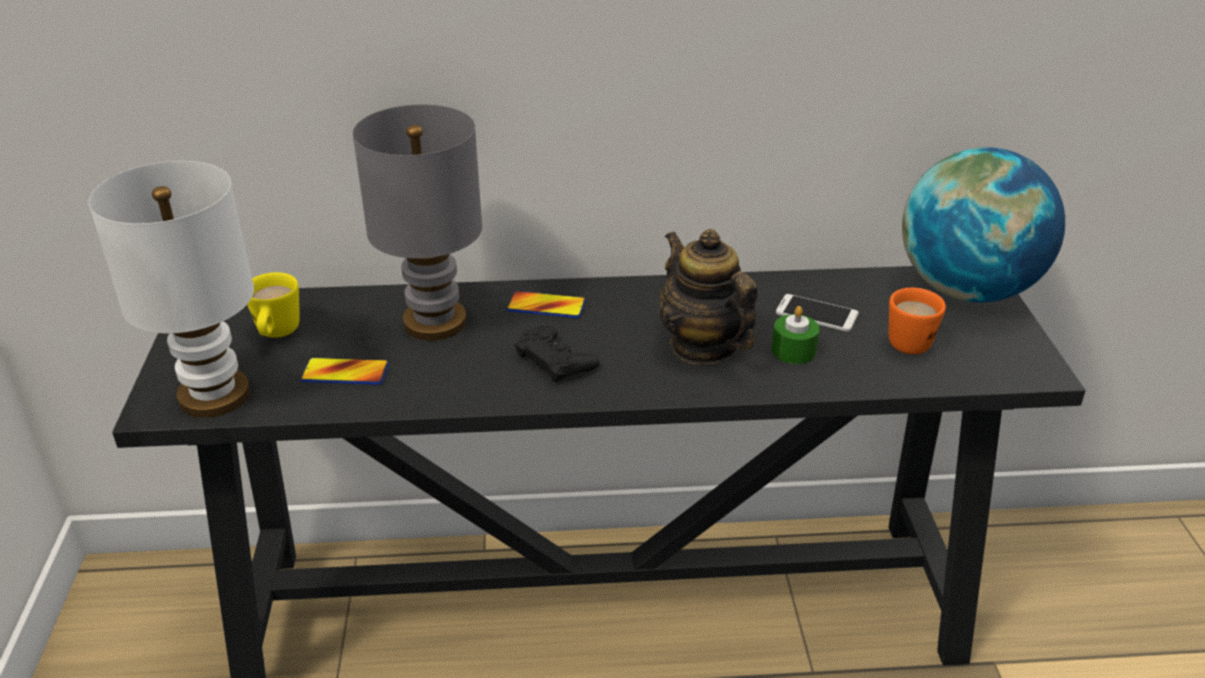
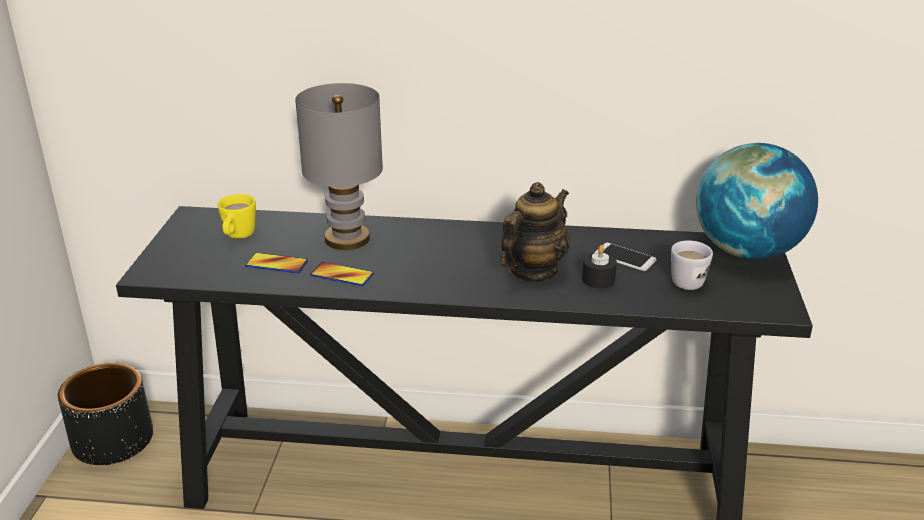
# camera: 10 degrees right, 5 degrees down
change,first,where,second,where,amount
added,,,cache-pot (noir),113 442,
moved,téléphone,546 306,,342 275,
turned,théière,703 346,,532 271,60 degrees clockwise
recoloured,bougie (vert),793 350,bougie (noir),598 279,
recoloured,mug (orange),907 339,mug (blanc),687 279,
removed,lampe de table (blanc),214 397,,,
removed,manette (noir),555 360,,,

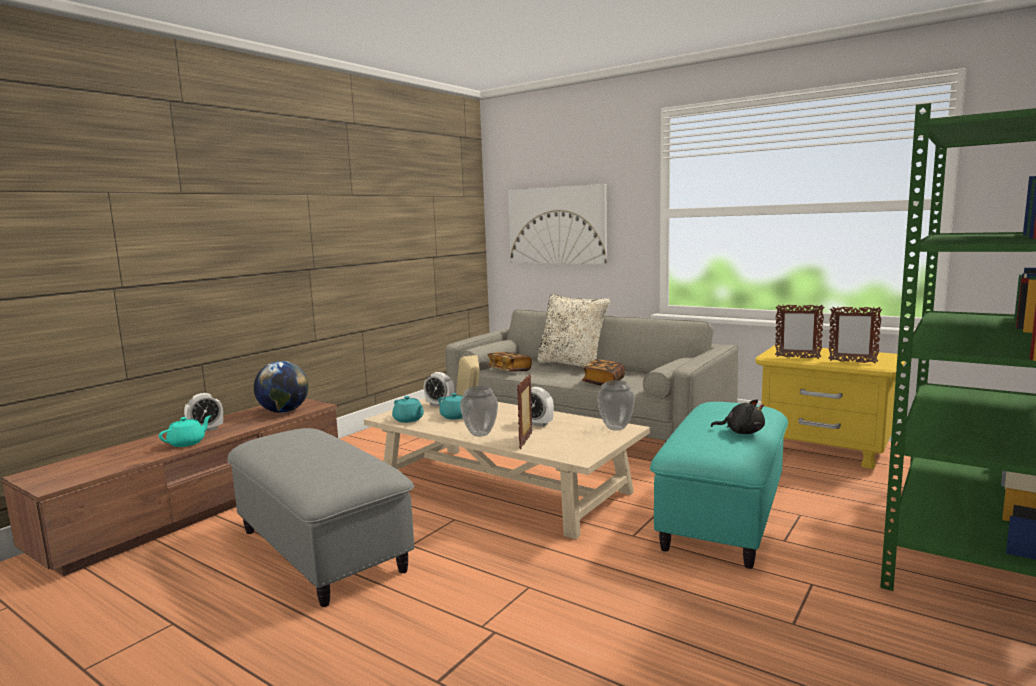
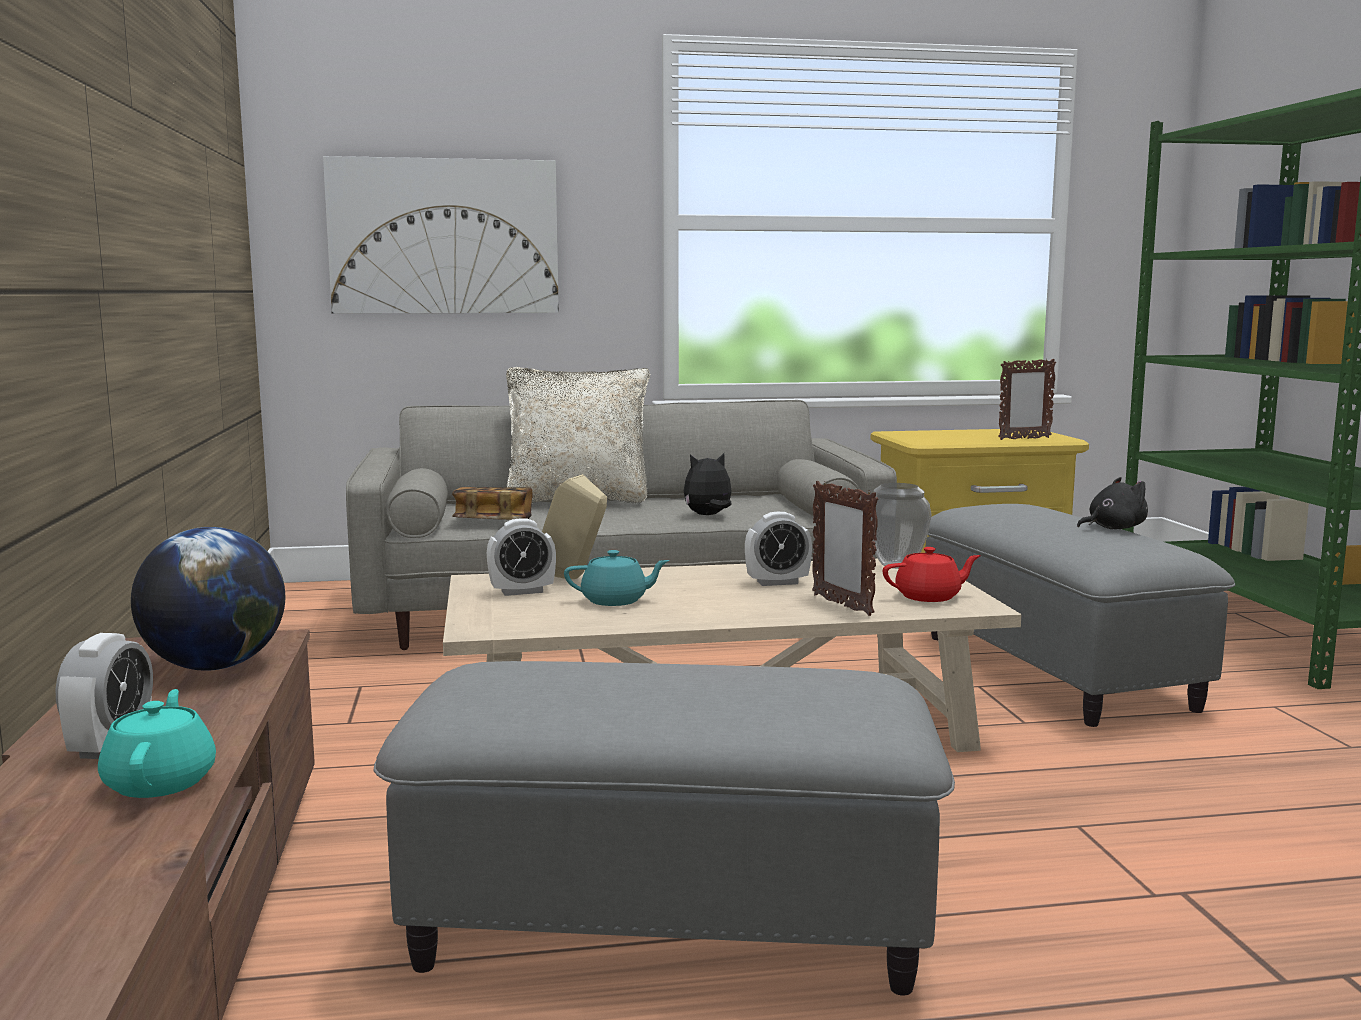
# camera: 45 degrees left, 0 degrees up
change,first,where,second,where,amount
replaced,livre,603 382,peluche,708 515,
added,,,théière (rouge),929 597,
recoloured,pouf (turquoise),721 517,pouf (gris),1051 671,
removed,théière (turquoise),408 420,,,
removed,vase,481 434,,,
removed,cadre photo,797 357,,,

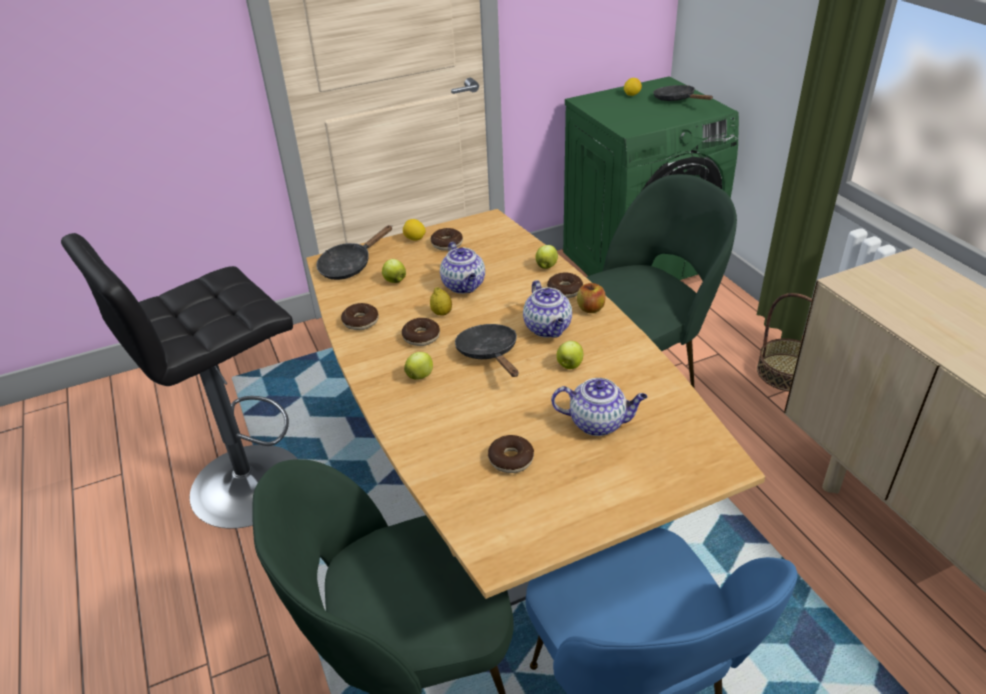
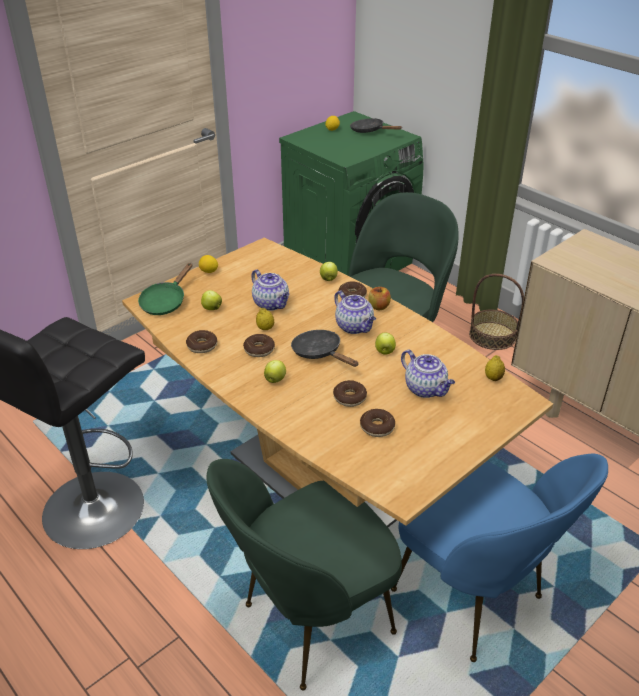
# camera: 20 degrees left, 0 degrees up
change,first,where,second,where,amount
recoloured,poêle (noir),349 266,poêle (vert),165 302,
moved,beignet,447 244,,349 397,
turned,théière,598 423,,426 389,60 degrees clockwise
added,,,citron,493 378,

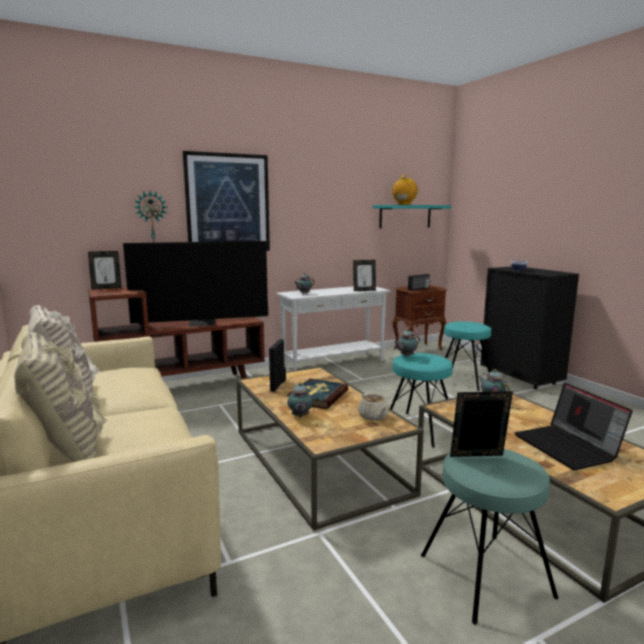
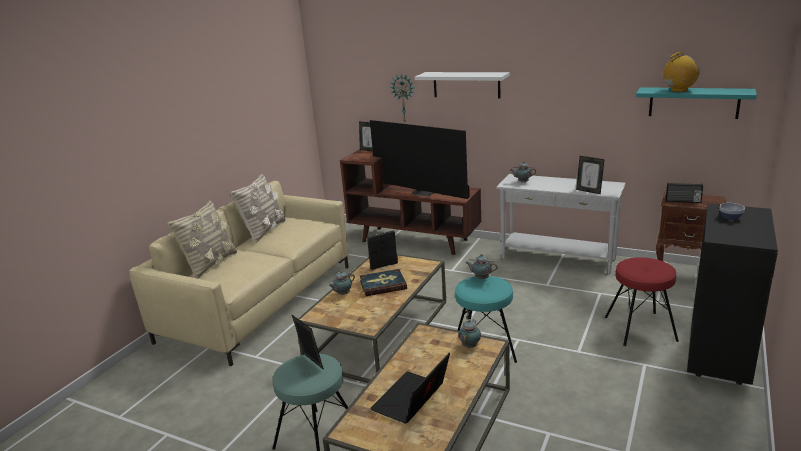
# camera: 55 degrees right, 10 degrees up
change,first,where,second,where,amount
replaced,tableau,228 203,étagère (blanc),466 84,
recoloured,tabouret (turquoise),464 380,tabouret (rouge),640 329,
removed,théière (beige),373 416,,,

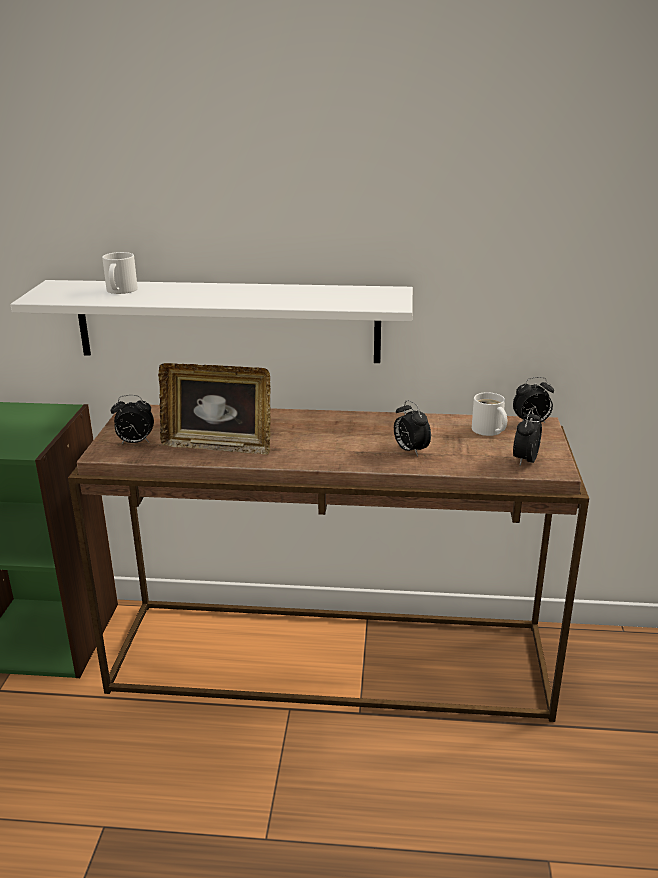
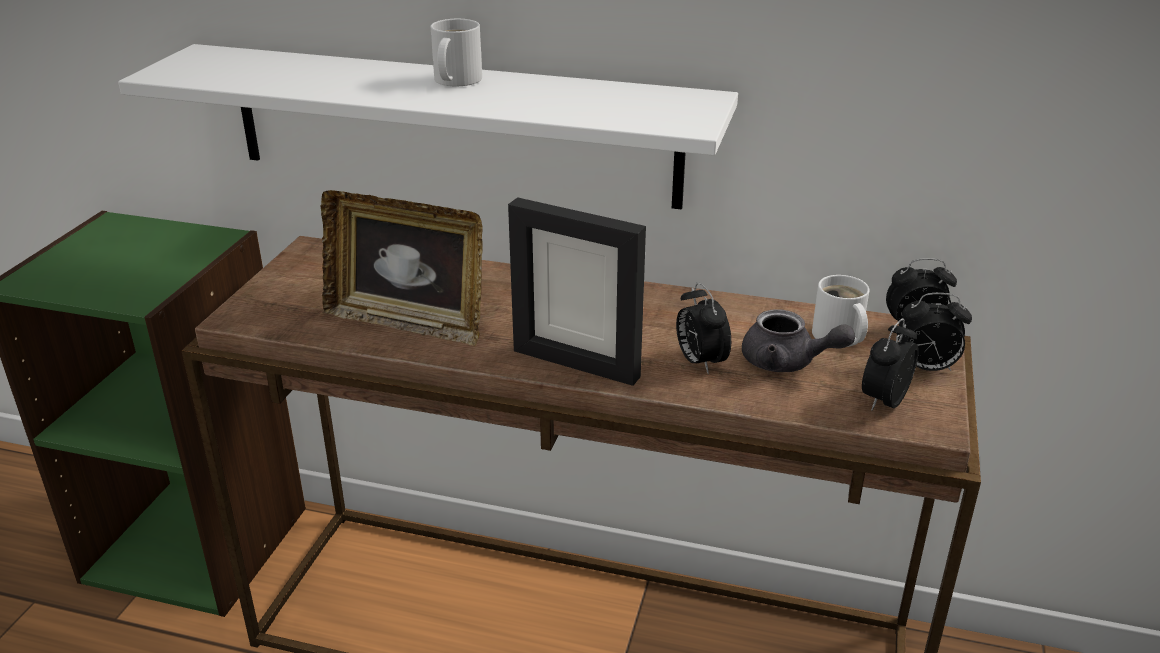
# camera: 10 degrees right, 5 degrees up
change,first,where,second,where,amount
moved,mug (blanc),120 290,,454 80,
added,,,cadre photo,577 362,
added,,,théière (gris),787 363,
moved,réveil,135 442,,925 368,

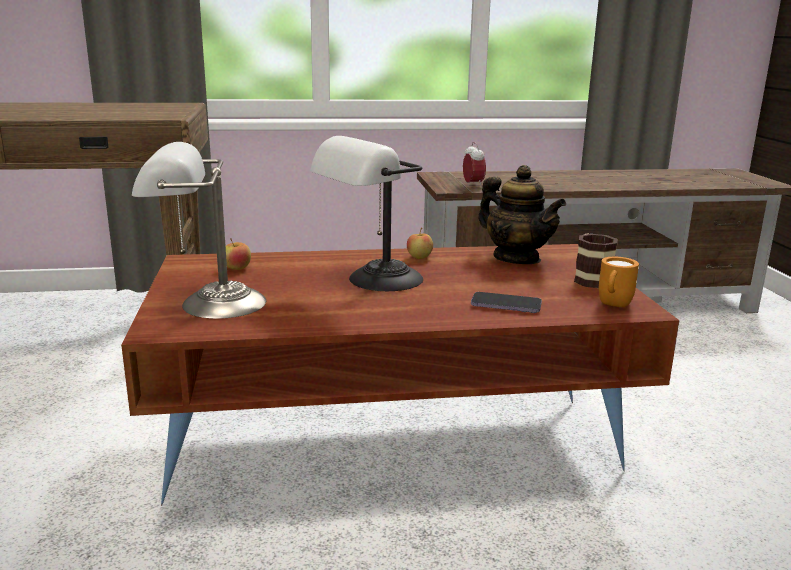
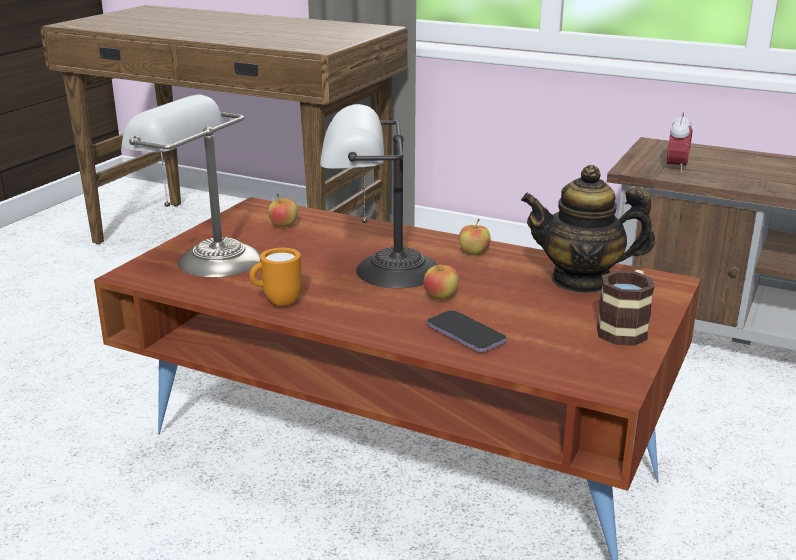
# camera: 35 degrees right, 5 degrees up
change,first,where,second,where,amount
moved,mug (orange),613 306,,277 302,
added,,,pomme,440 297,
turned,théière,516 258,,581 280,105 degrees clockwise

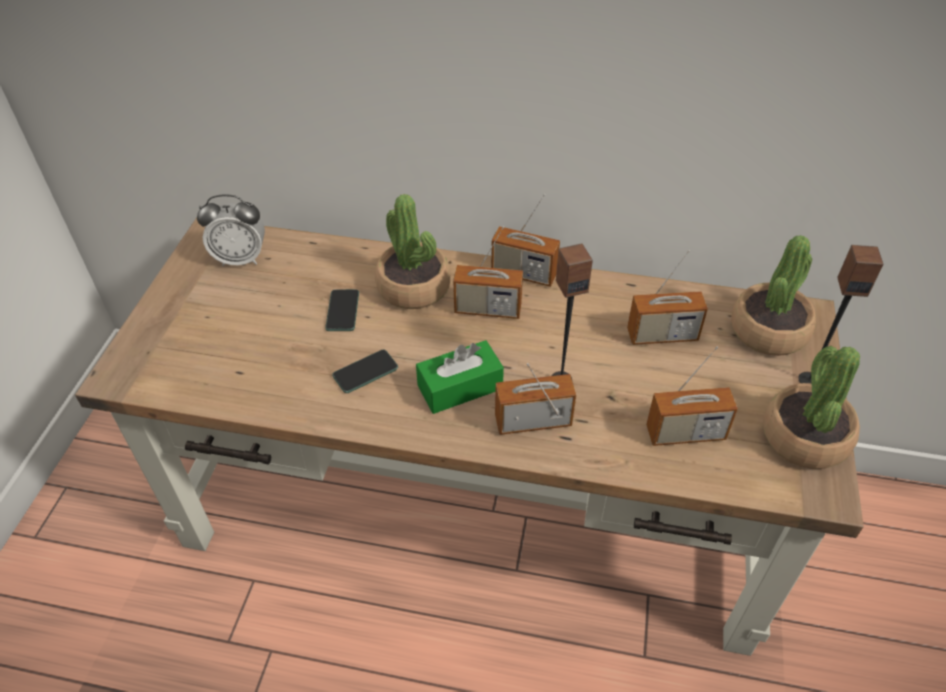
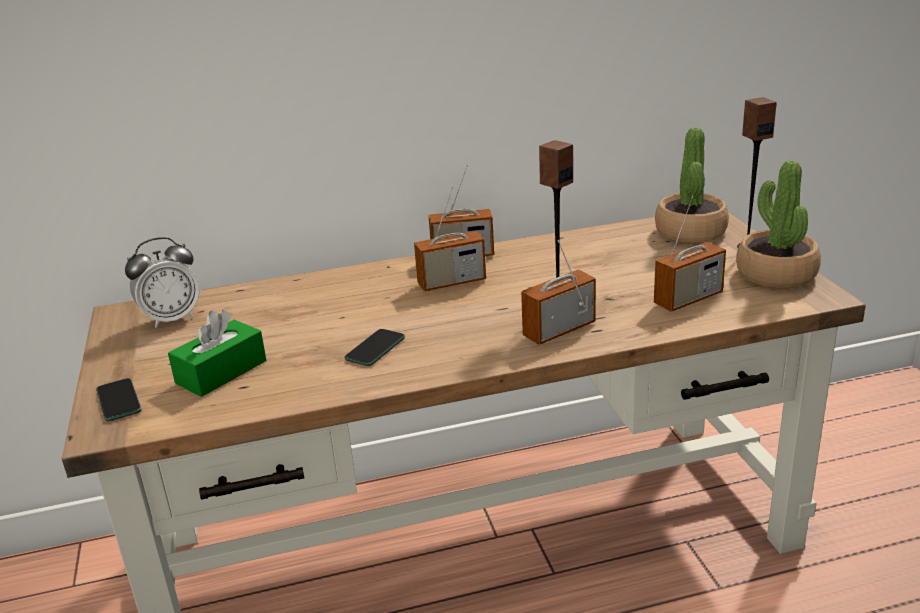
# camera: 25 degrees left, 20 degrees down
change,first,where,second,where,amount
moved,téléphone,342 311,,119 401,
moved,boîte à mouchoirs (vert),460 387,,221 372,
removed,plante en pot,414 287,,,
removed,radio,662 335,,,

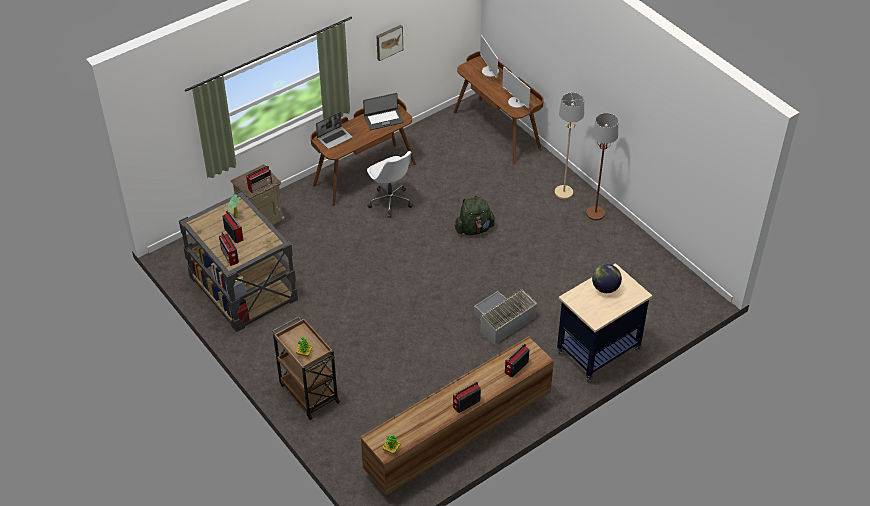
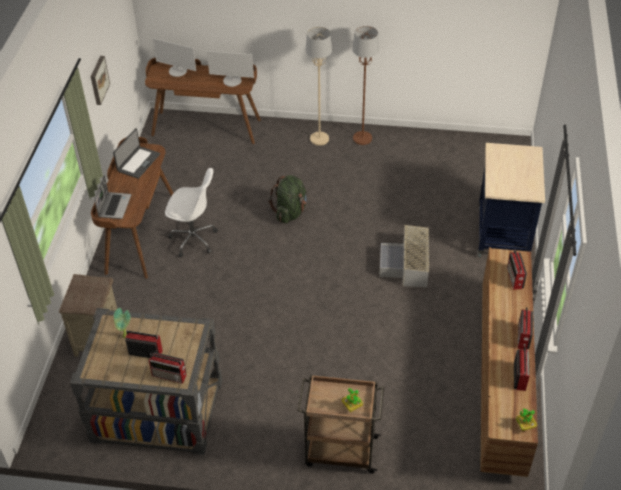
# camera: 45 degrees left, 0 degrees up
change,first,where,second,where,amount
moved,radio,260 186,,520 376,
removed,globe,605 288,,,

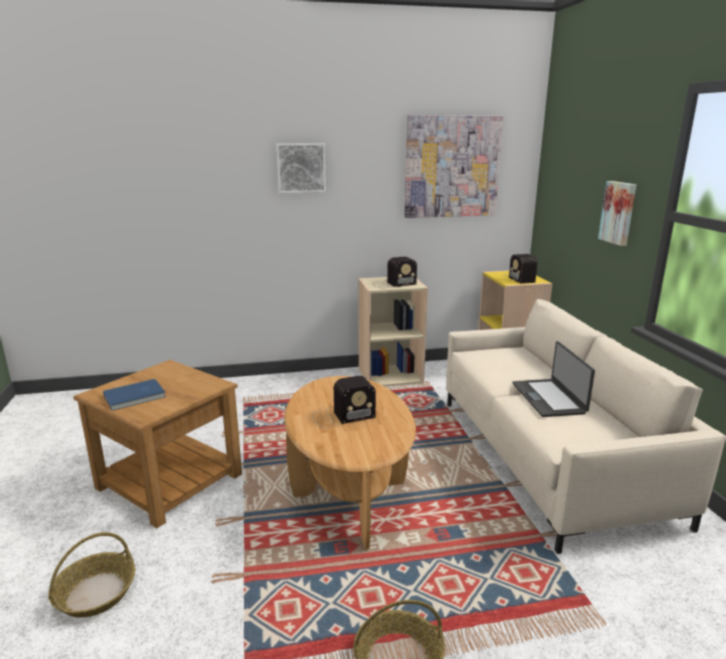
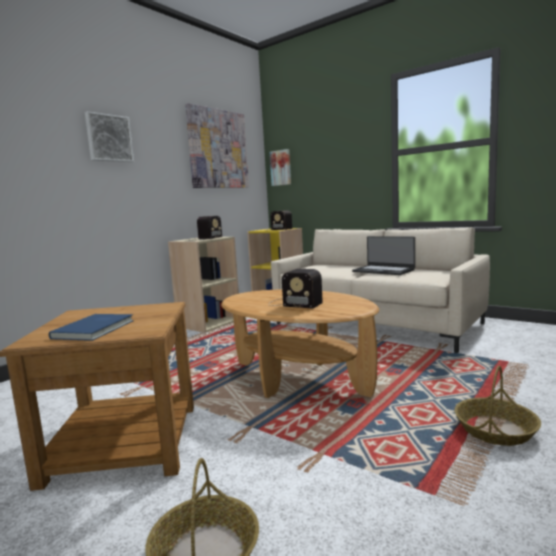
# camera: 40 degrees left, 10 degrees down
change,first,where,second,where,amount
turned,radio,341 416,,293 303,90 degrees clockwise
moved,tableau,618 212,,281 167,

